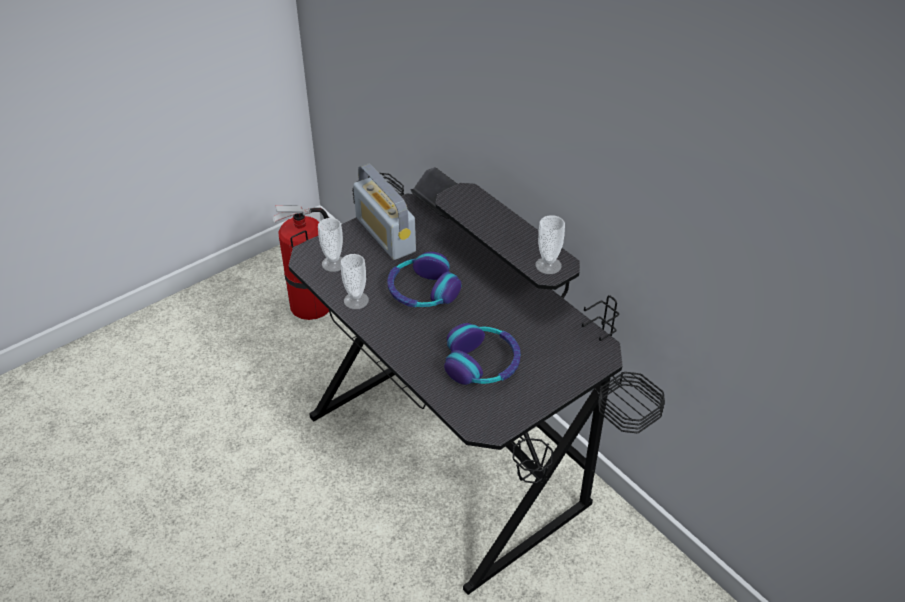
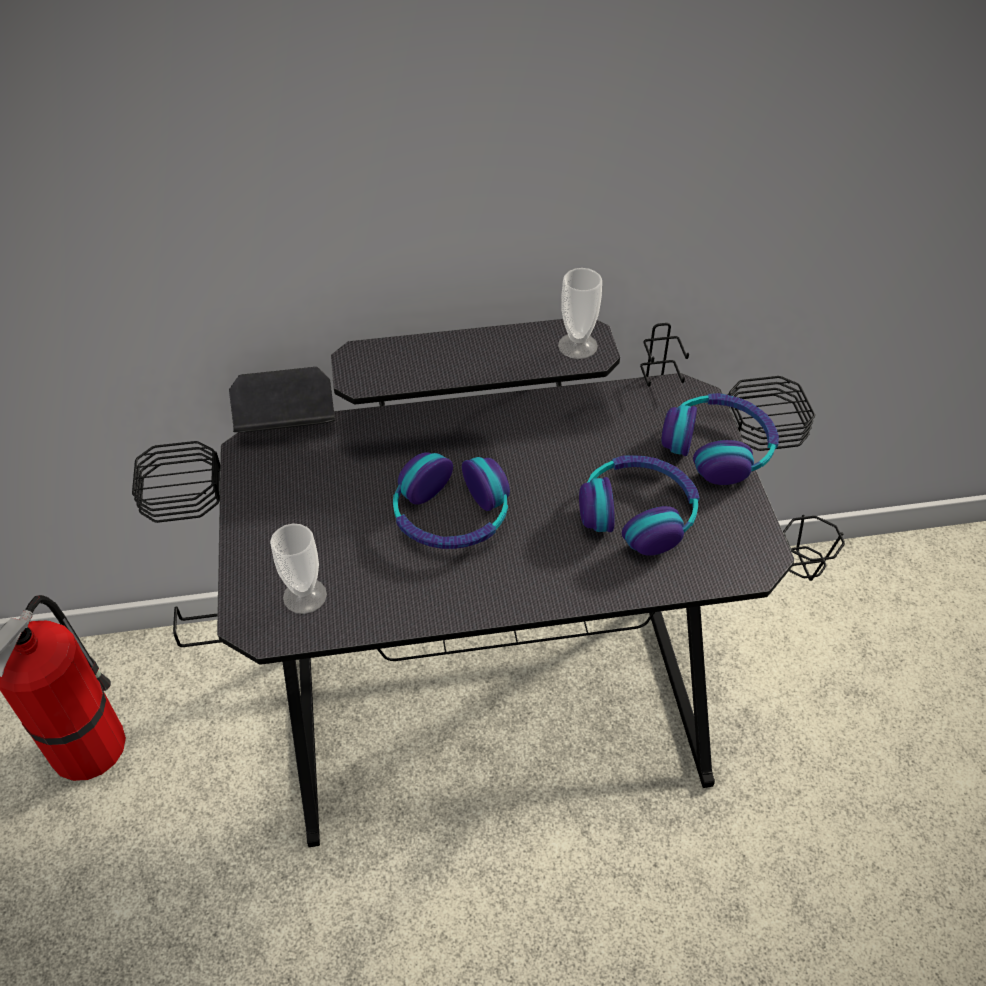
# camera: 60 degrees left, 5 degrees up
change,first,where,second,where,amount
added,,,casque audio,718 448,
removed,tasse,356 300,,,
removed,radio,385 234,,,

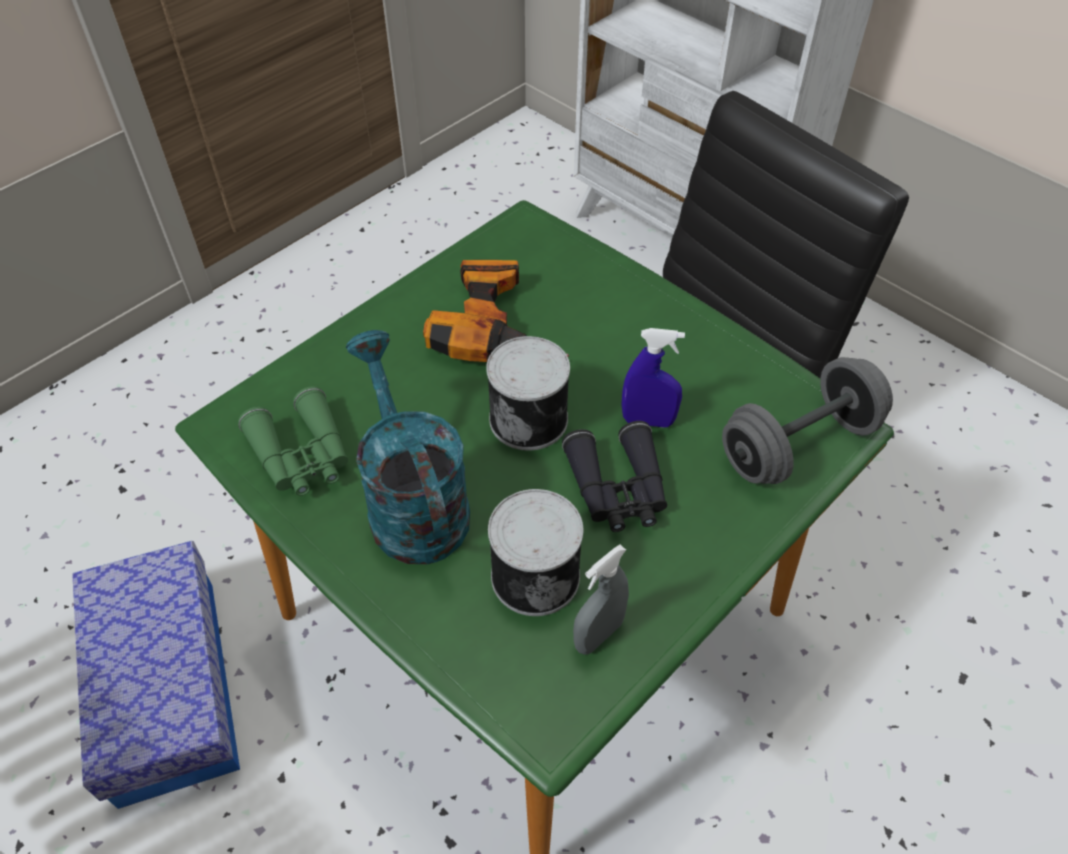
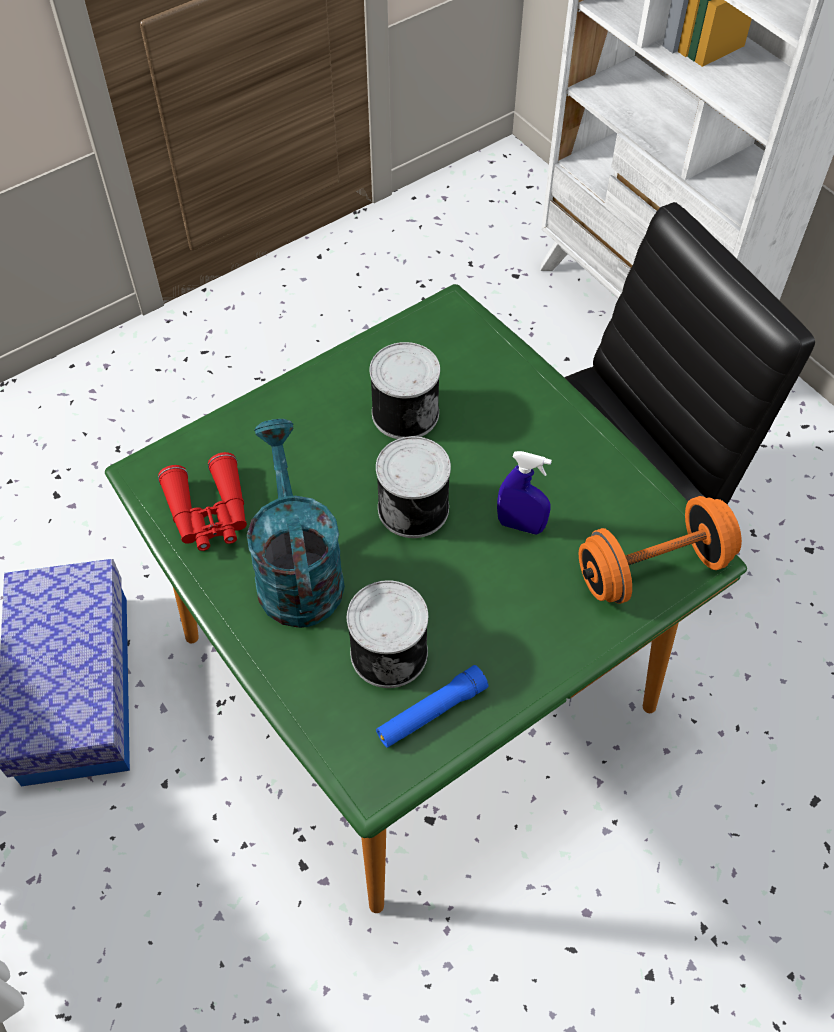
# camera: 10 degrees right, 5 degrees up
change,first,where,second,where,amount
recoloured,jumelles (vert),302 456,jumelles (rouge),209 513,
replaced,perceuse,497 325,boîte métallique,404 411,
replaced,vaporisateur (gris),598 635,lampe de poche (bleu),431 712,
recoloured,haltère (gris),798 445,haltère (orange),652 569,
removed,jumelles (noir),618 489,,,

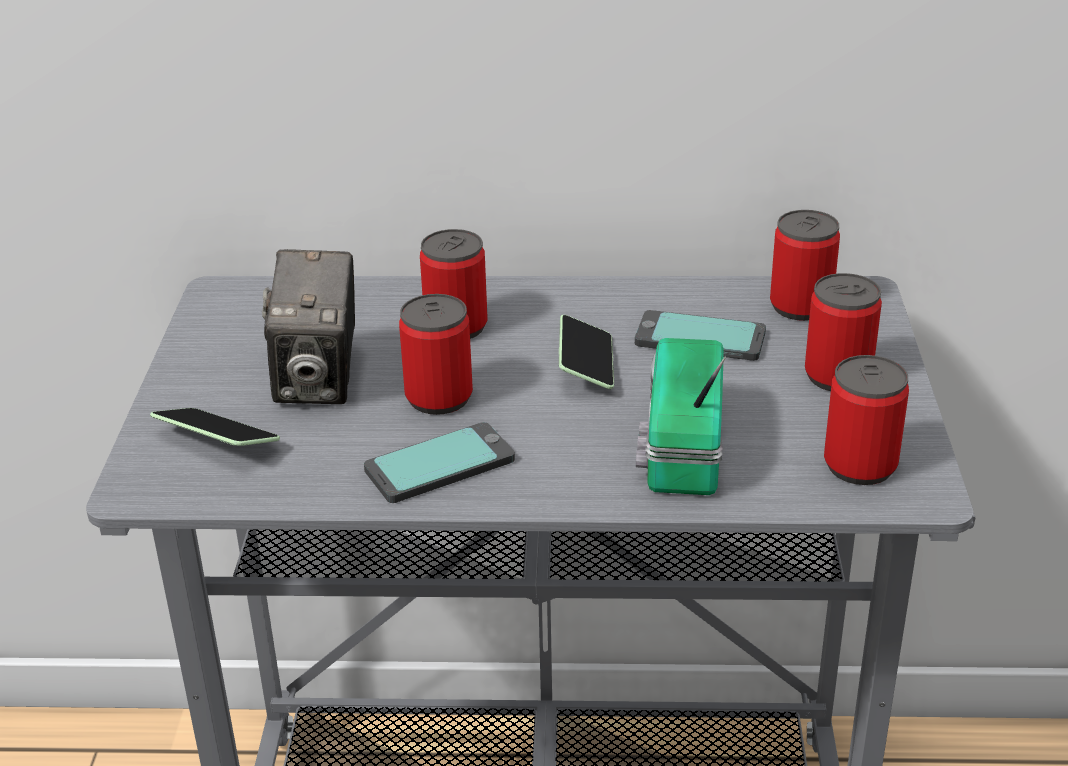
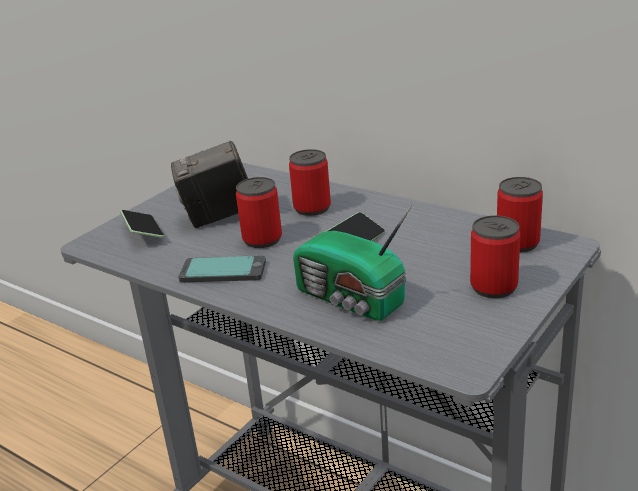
# camera: 35 degrees right, 5 degrees down
change,first,where,second,where,amount
turned,appareil photo,318 380,,219 217,45 degrees clockwise
turned,radio,680 449,,351 300,90 degrees counterclockwise
removed,téléphone,700 339,,,
removed,boîte métallique,860 465,,,

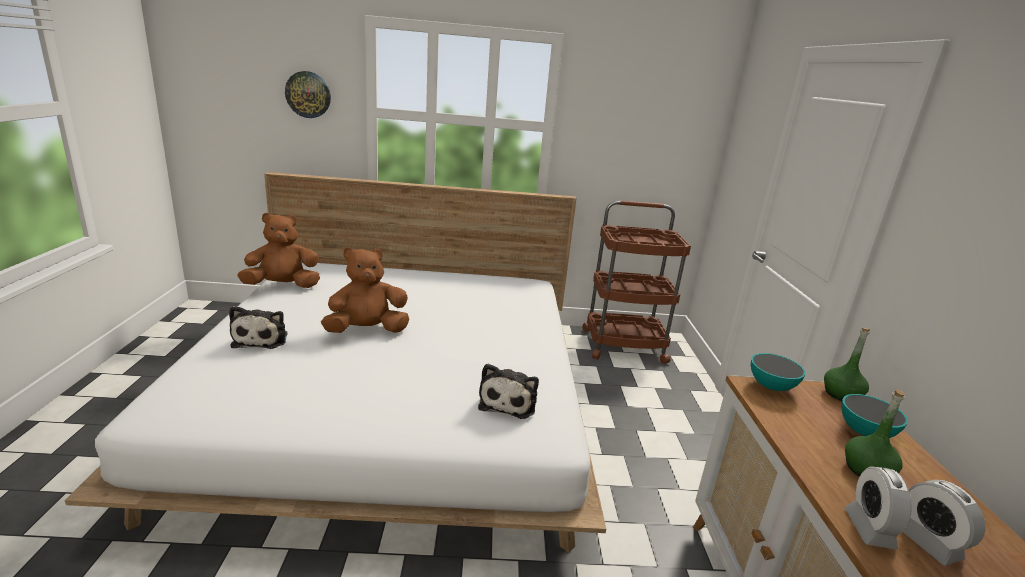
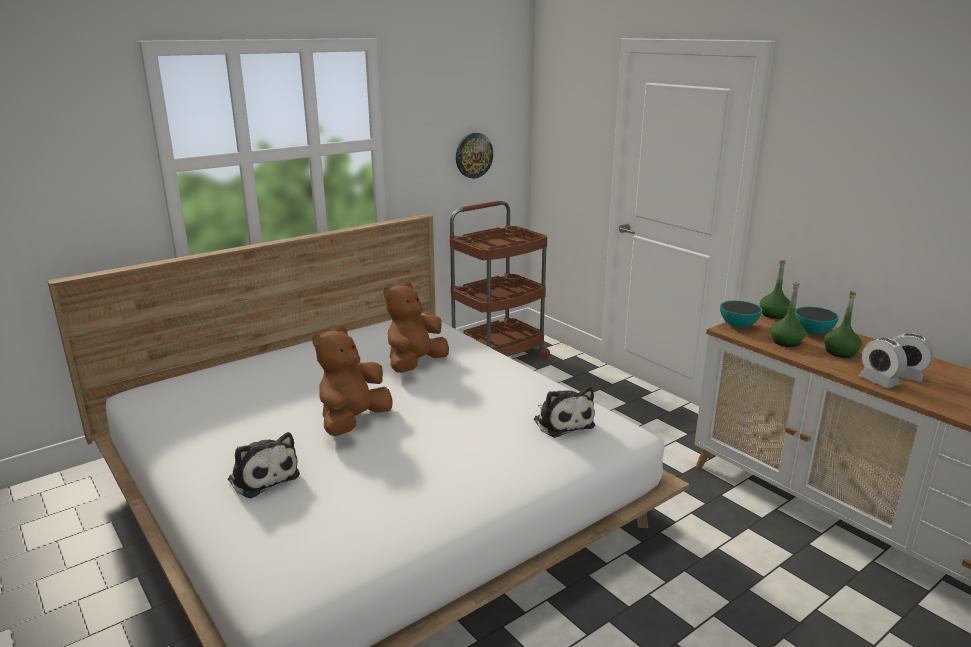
# camera: 35 degrees left, 0 degrees up
change,first,where,second,where,amount
moved,peluche (marron),283 286,,415 365,
moved,horloge murale,308 94,,473 155,
added,,,bouteille (vert),786 342,

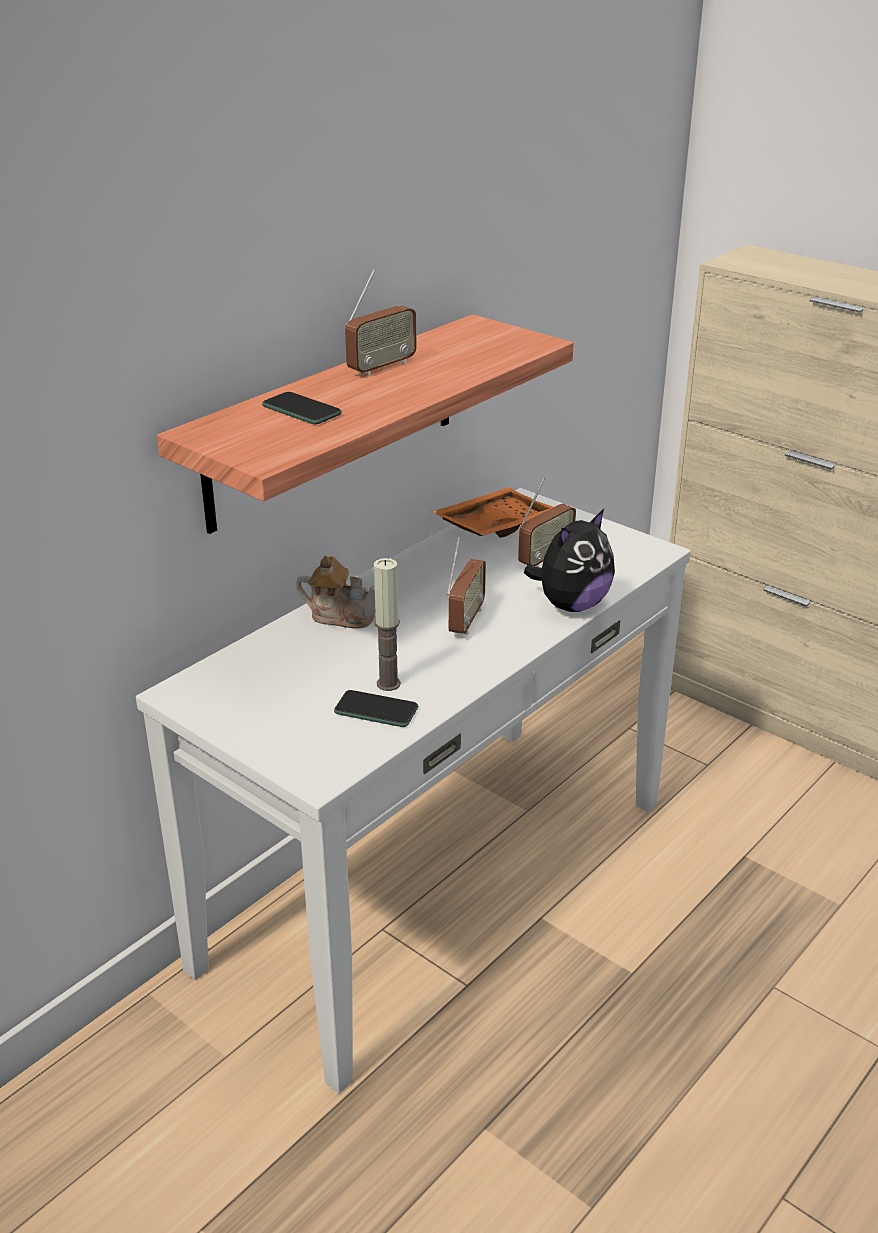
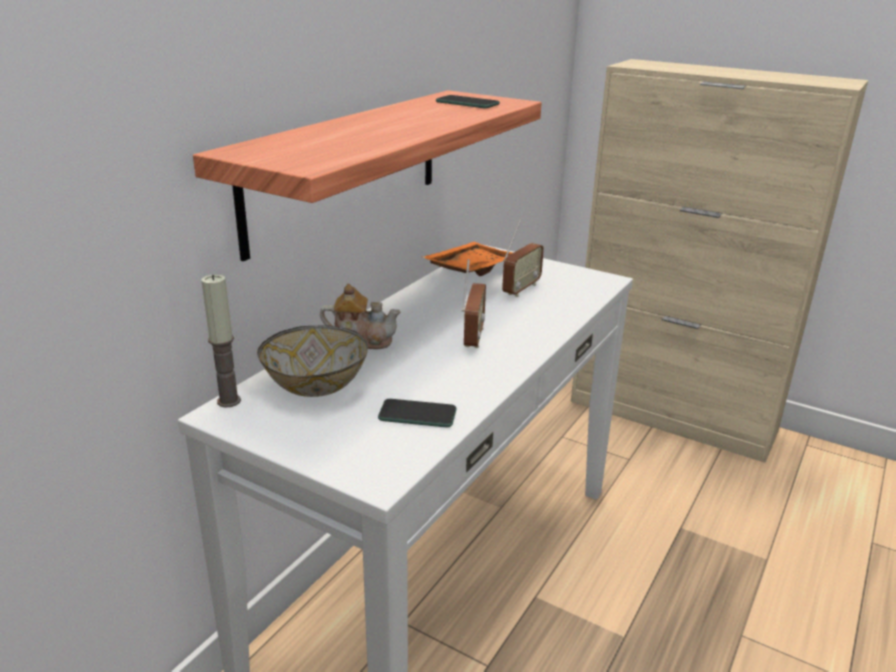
# camera: 10 degrees left, 5 degrees down
change,first,where,second,where,amount
moved,bougie,388 684,,229 401,
added,,,bol,315 386,
moved,téléphone,301 410,,467 103,
removed,radio,381 368,,,
removed,peluche,571 605,,,

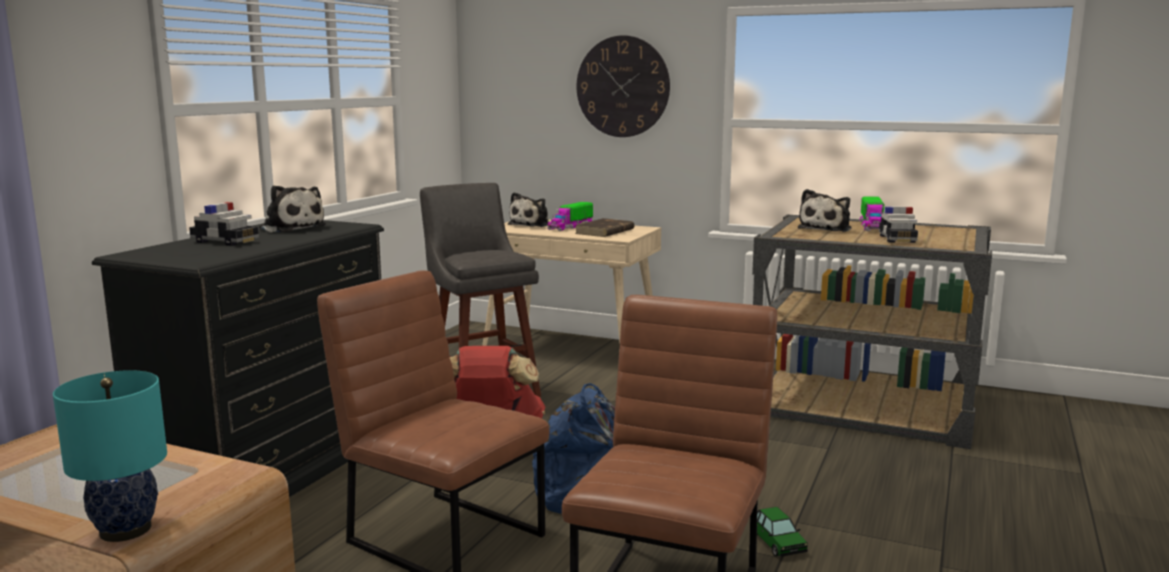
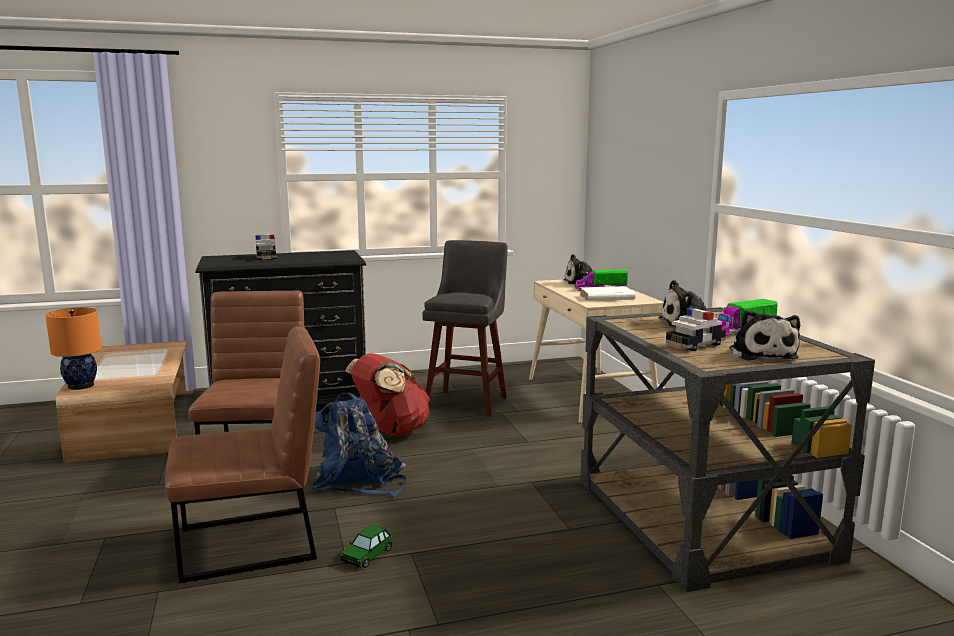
# camera: 50 degrees right, 0 degrees up
change,first,where,second,where,amount
recoloured,lampe de table (turquoise),125 530,lampe de table (orange),80 386,
recoloured,livre (marron),604 231,livre (blanc),606 297,
moved,peluche,291 228,,761 354,
removed,horloge murale,622 86,,,

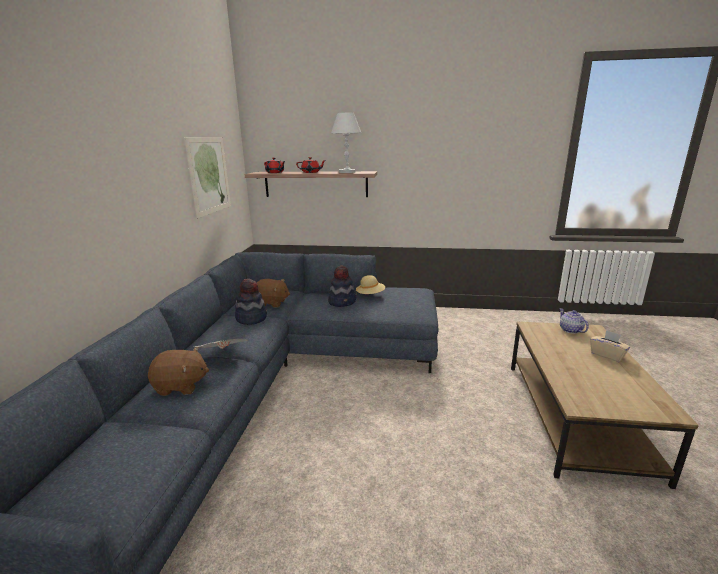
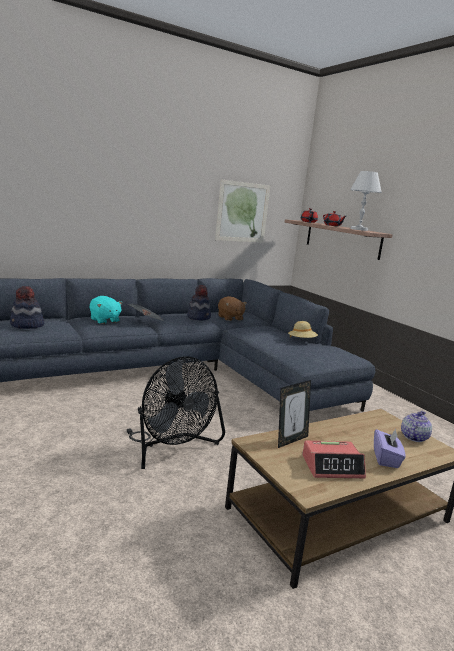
# camera: 50 degrees right, 5 degrees down
change,first,where,second,where,amount
moved,chapeau,342 302,,27 325,
recoloured,peluche (marron),181 386,peluche (turquoise),104 320,
added,,,ventilateur (noir),169 447,
added,,,cadre photo,290 440,
added,,,réveil,332 466,
recoloured,boîte à mouchoirs (beige),607 355,boîte à mouchoirs (violet),386 459,

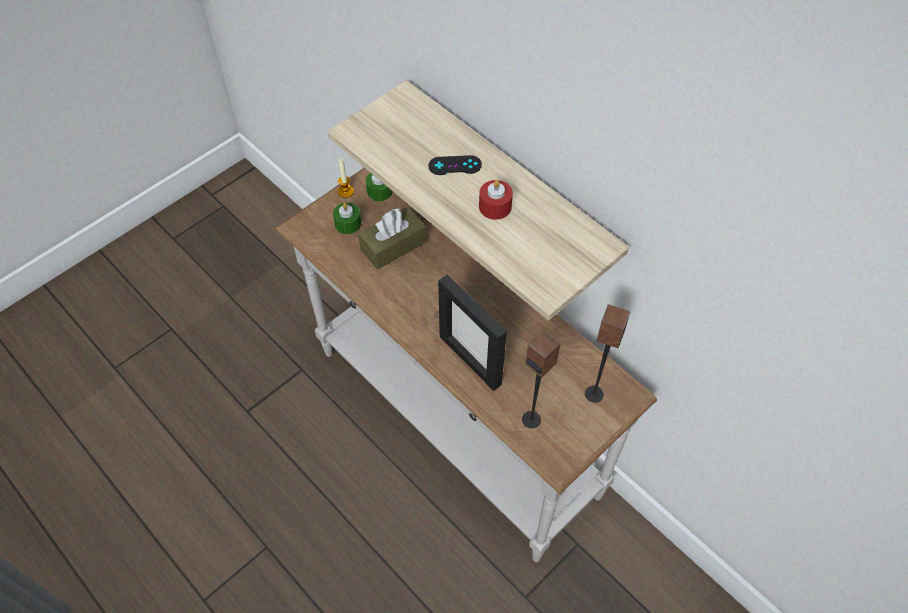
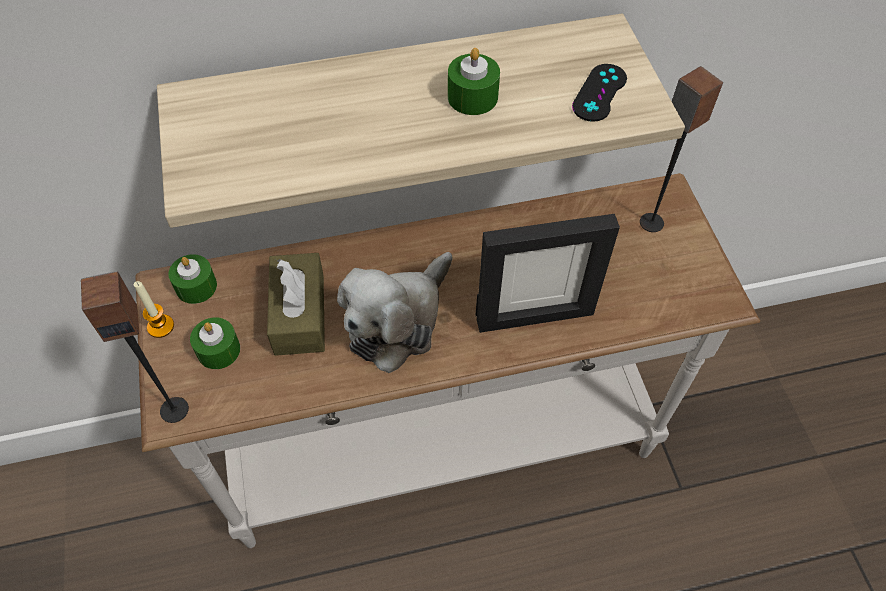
# camera: 60 degrees left, 0 degrees up
change,first,where,second,where,amount
moved,enceinte,531 419,,174 409,
added,,,peluche,398 321,
recoloured,bougie (rouge),495 206,bougie (vert),472 97,
moved,manette (noir),455 165,,599 93,

